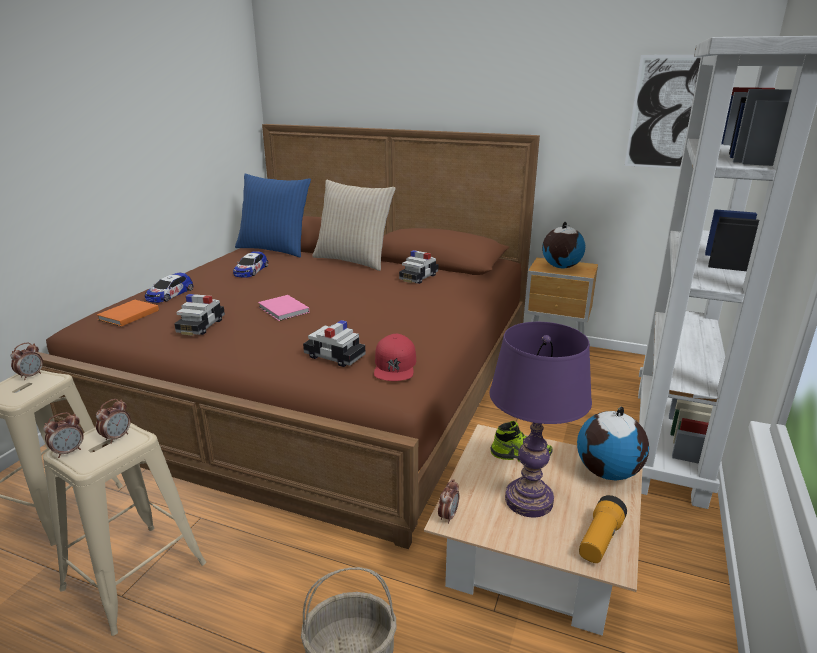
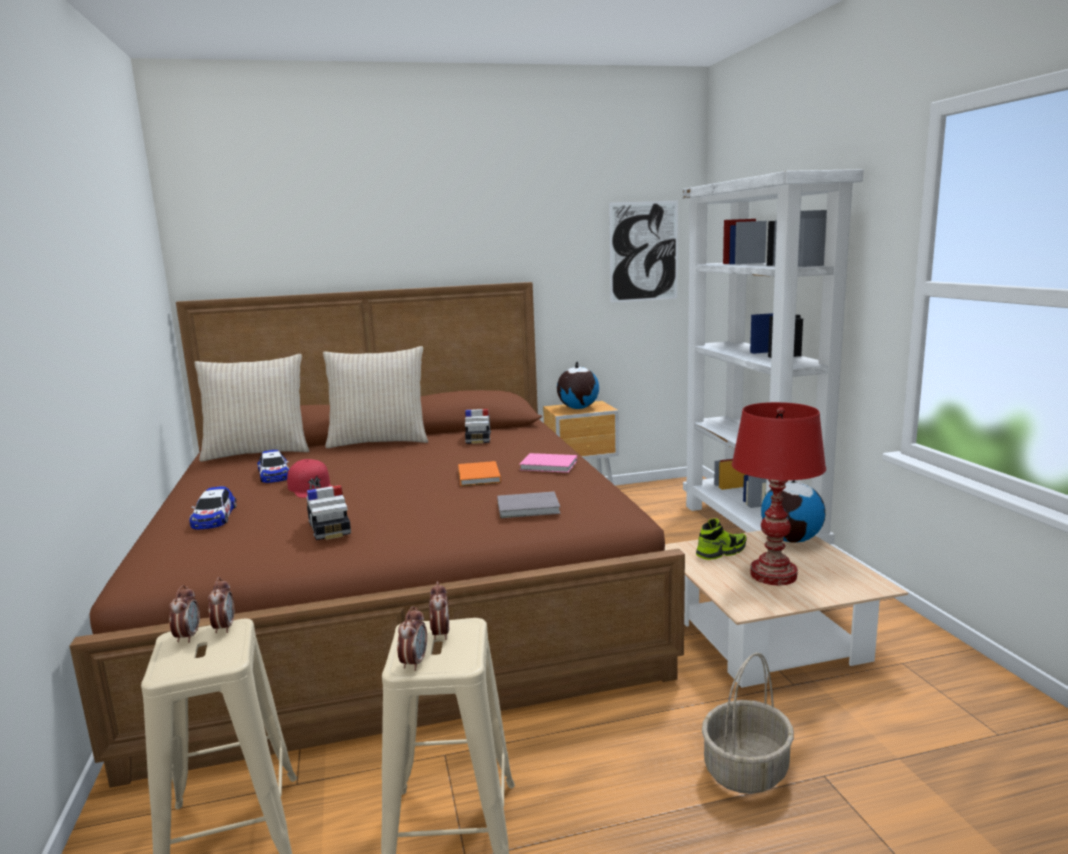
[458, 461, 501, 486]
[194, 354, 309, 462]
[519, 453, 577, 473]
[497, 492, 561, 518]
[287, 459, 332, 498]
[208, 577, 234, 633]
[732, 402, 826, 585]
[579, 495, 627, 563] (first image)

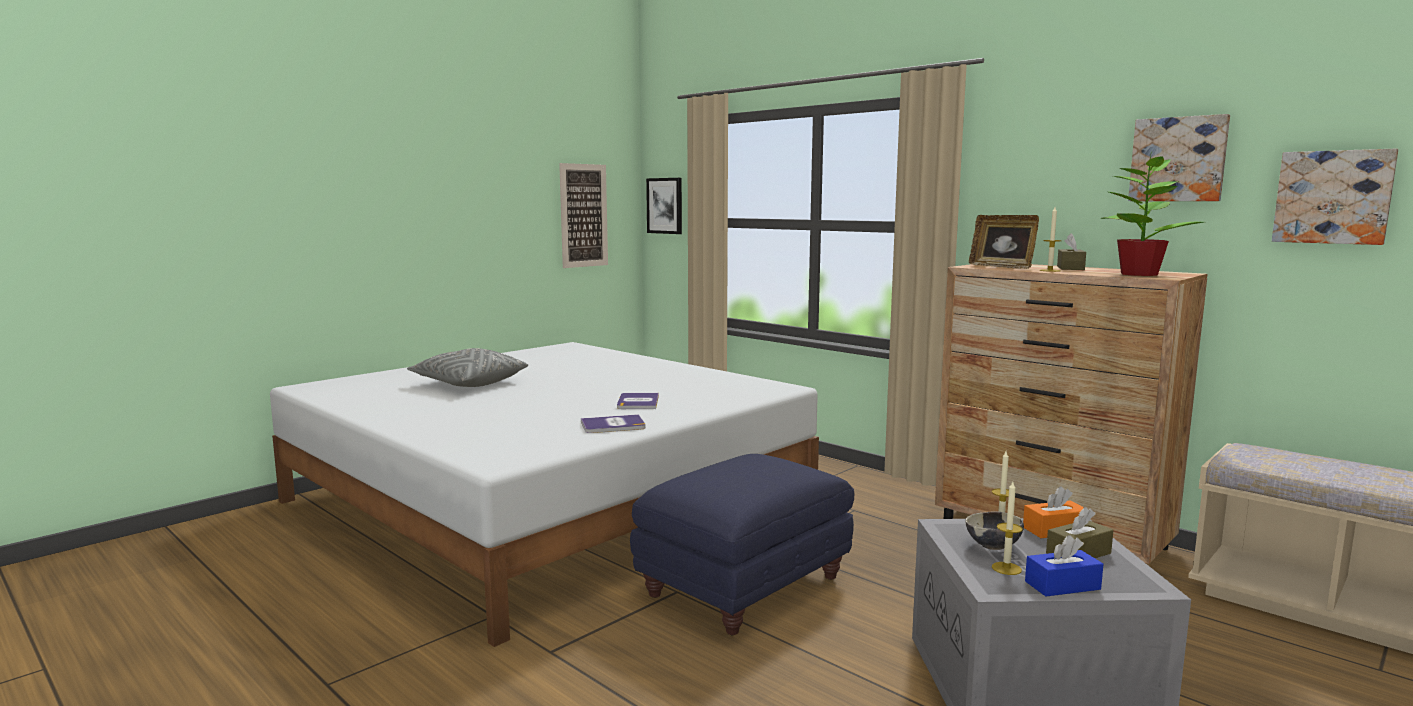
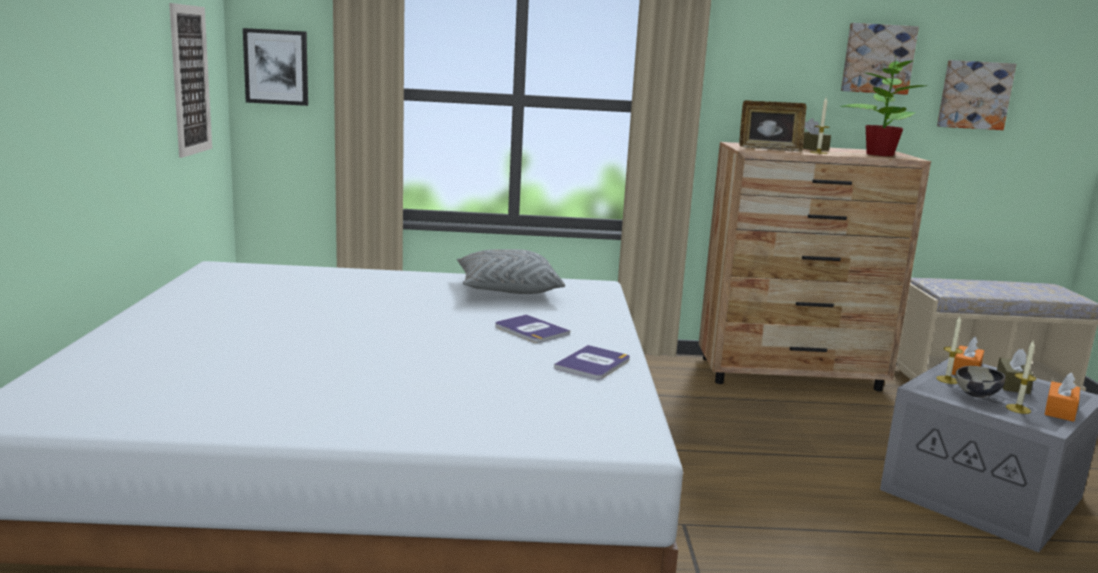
[457, 249, 565, 294]
[630, 454, 854, 635] (first image)
[1045, 372, 1080, 422]

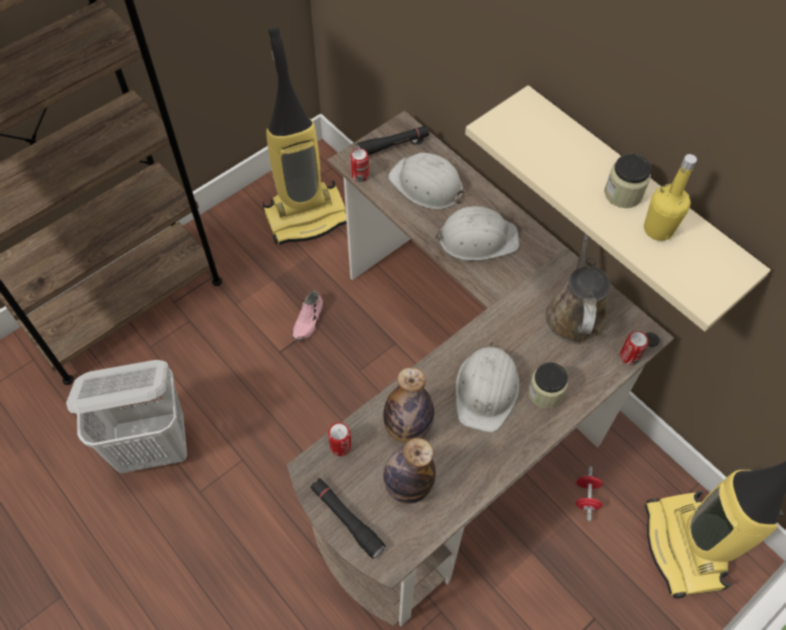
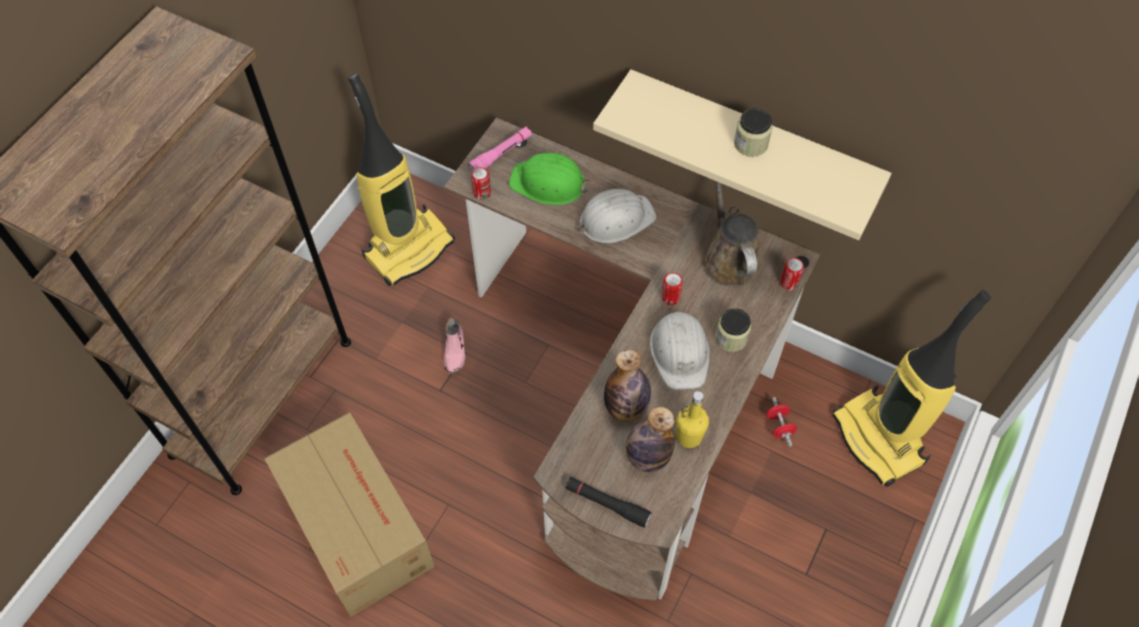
[264, 412, 435, 617]
[661, 272, 683, 305]
[468, 127, 532, 172]
[509, 153, 590, 205]
[676, 391, 709, 448]

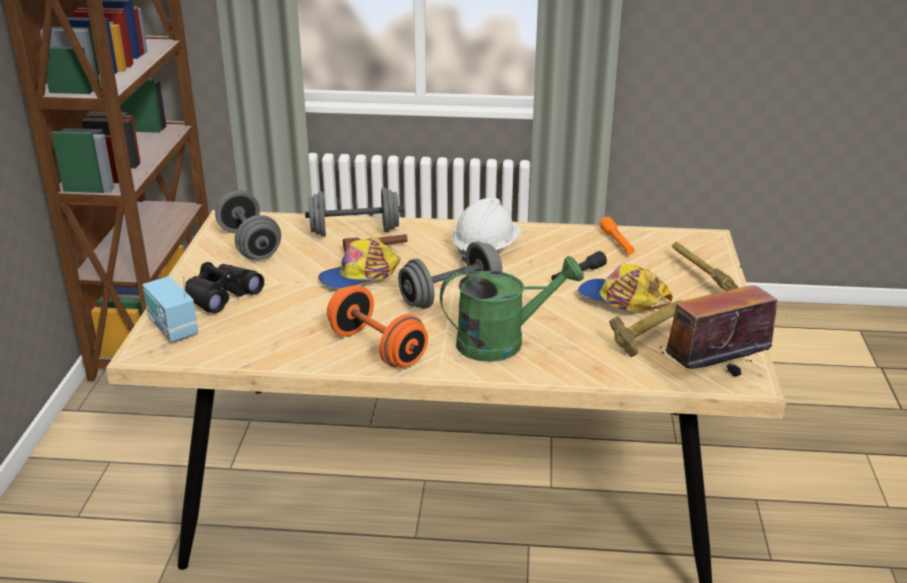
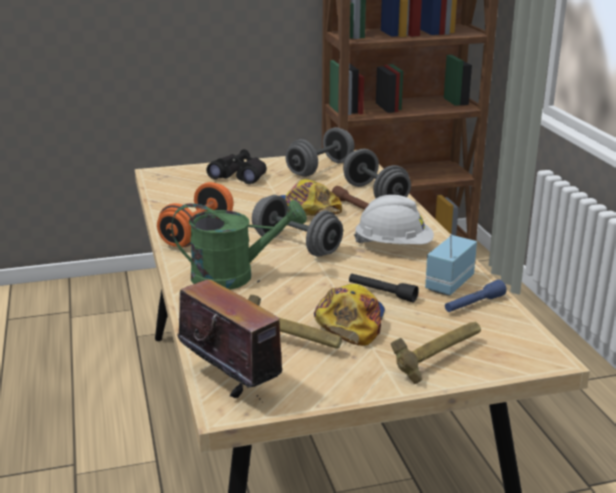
[425, 234, 477, 296]
[171, 200, 307, 290]
[445, 280, 507, 312]

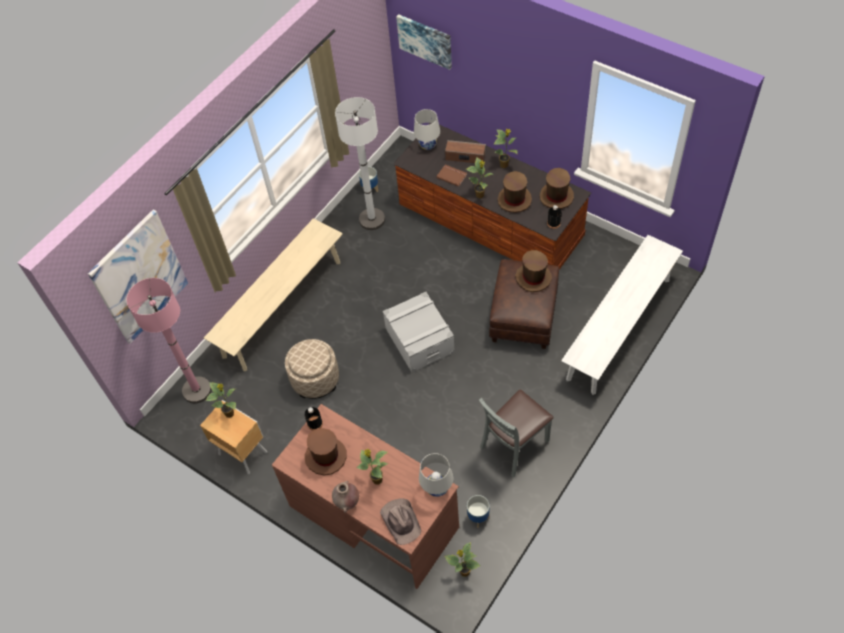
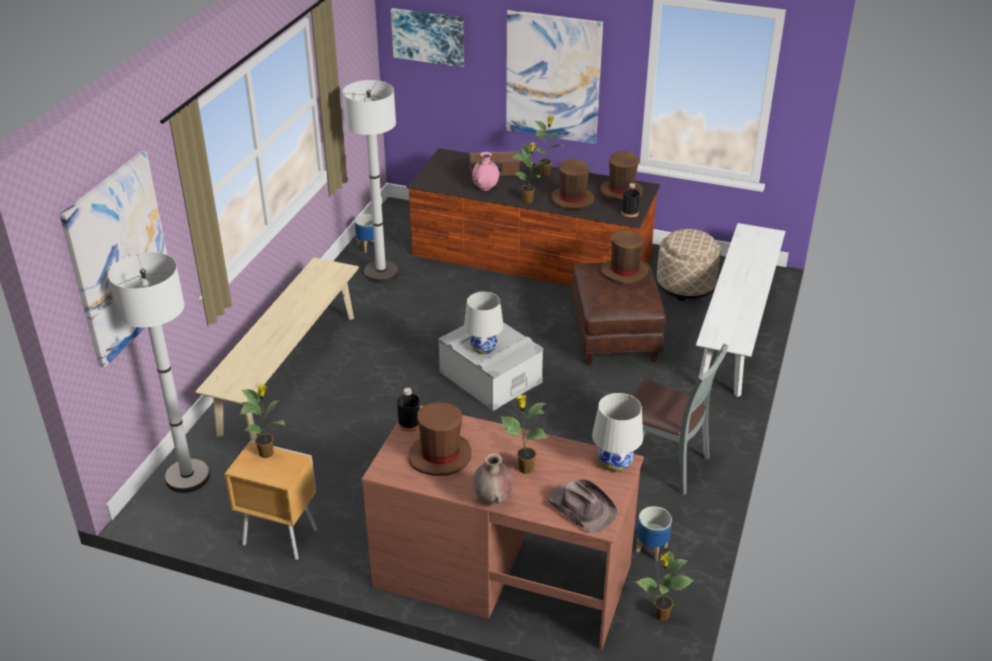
[108, 252, 210, 493]
[657, 229, 721, 301]
[464, 292, 504, 354]
[472, 152, 499, 191]
[631, 344, 728, 495]
[506, 10, 603, 144]

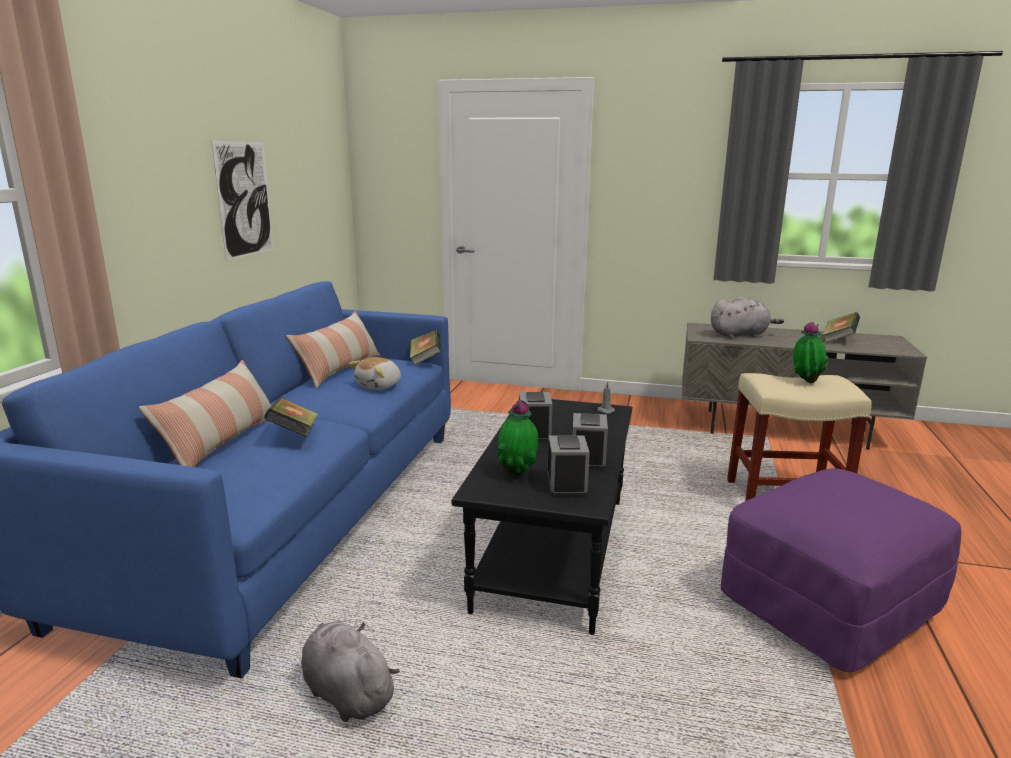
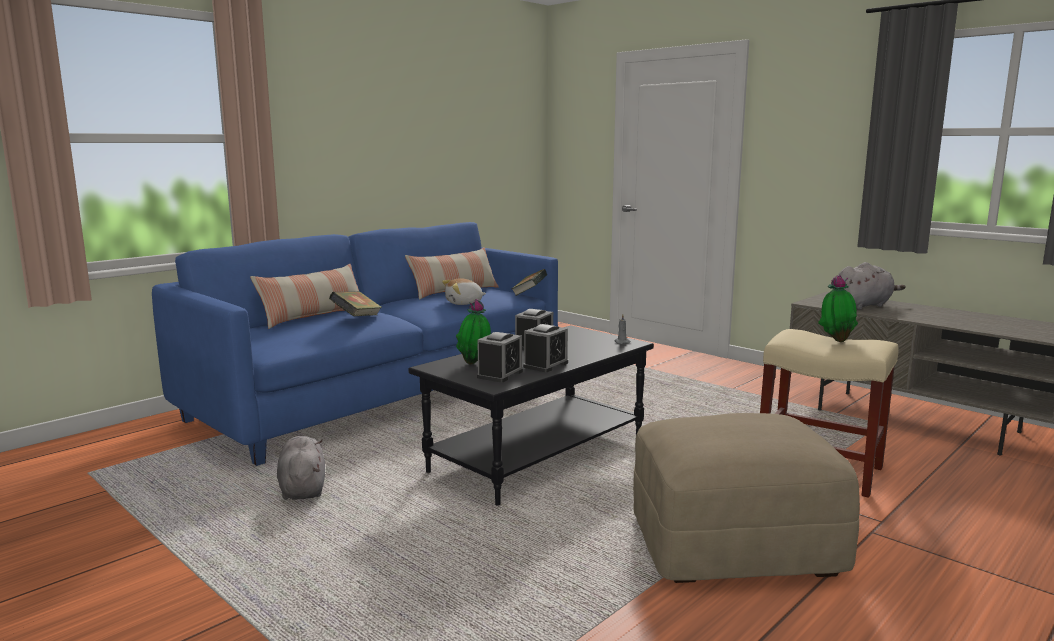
[212, 141, 274, 261] (first image)
[833, 262, 905, 310]
[633, 413, 860, 583]
[822, 312, 860, 343] (first image)

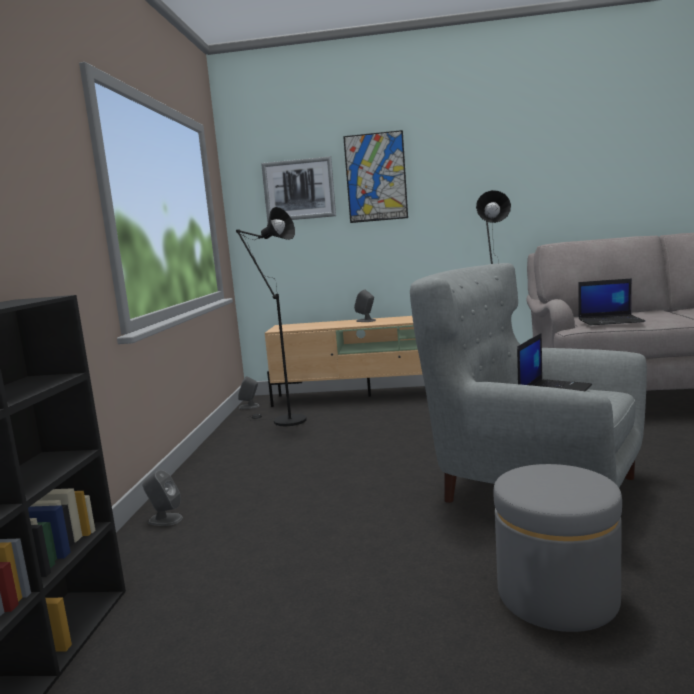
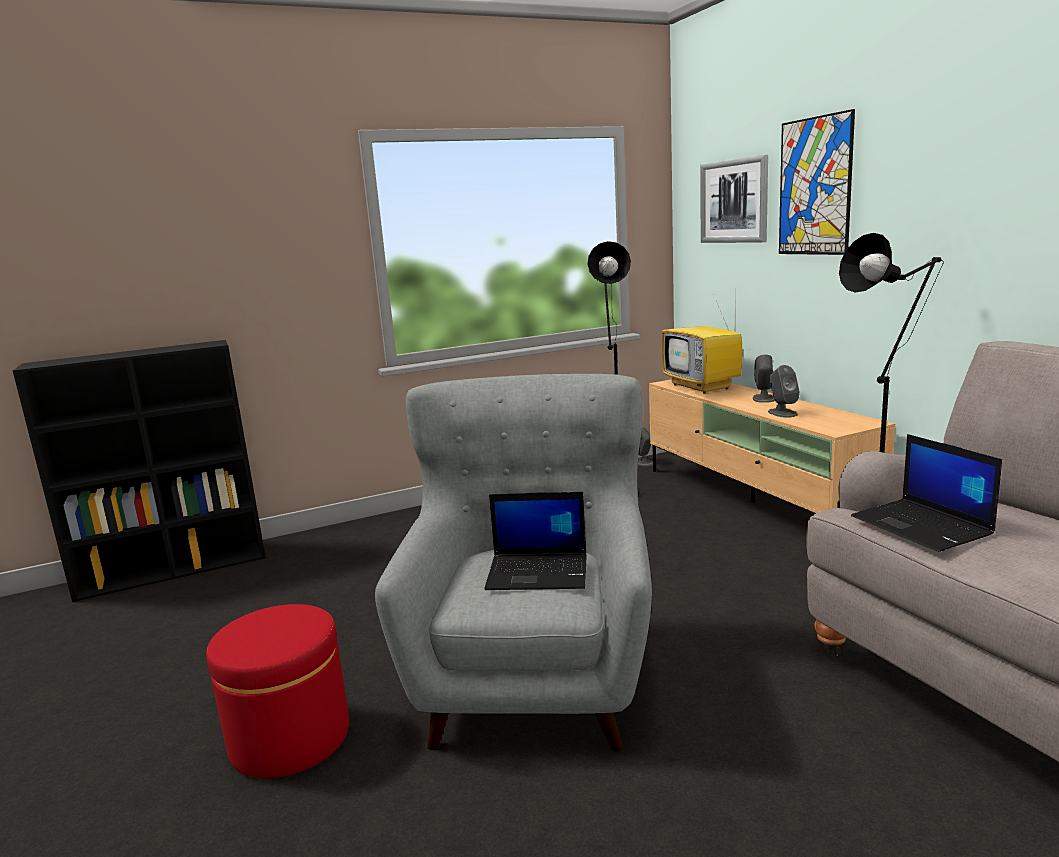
[768, 365, 800, 418]
[206, 604, 349, 779]
[661, 301, 742, 394]

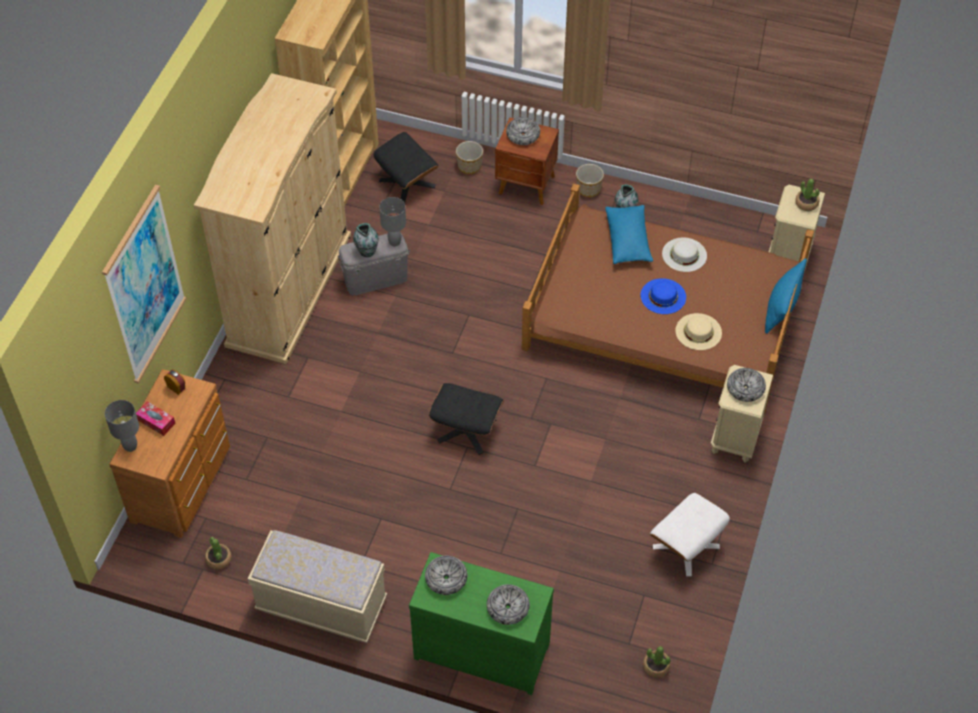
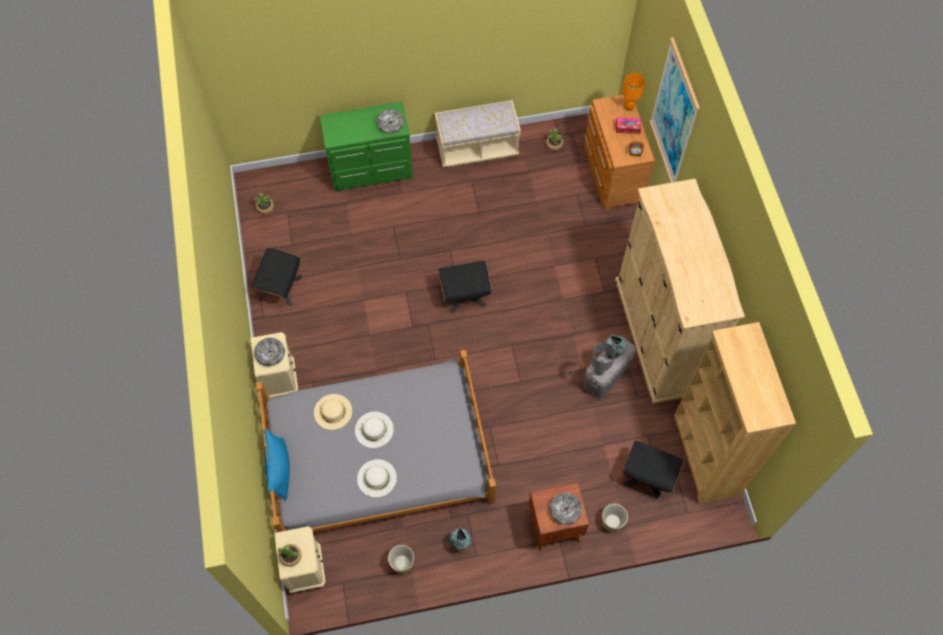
[622, 73, 645, 111]
[487, 584, 530, 625] (first image)
[255, 350, 496, 532]
[388, 545, 414, 574]
[605, 205, 653, 264] (first image)
[355, 412, 394, 448]
[251, 248, 302, 306]

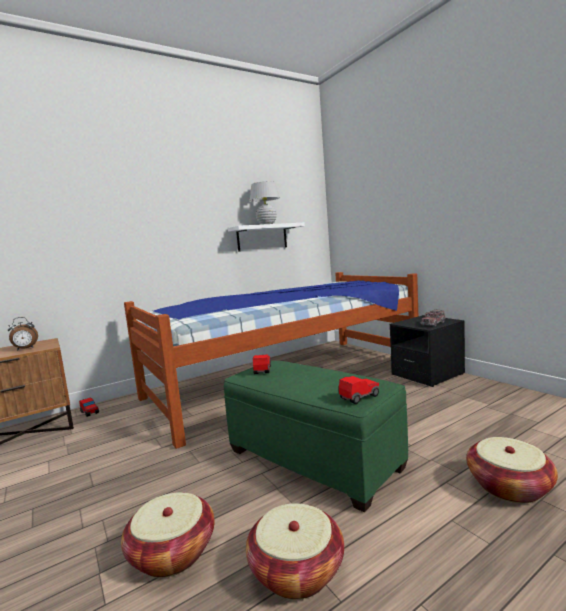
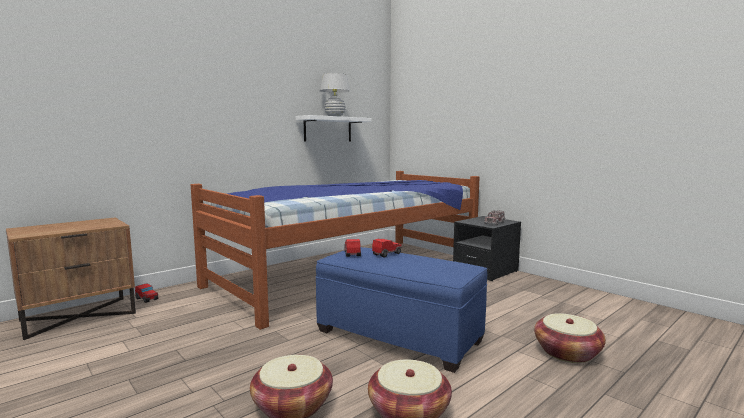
[8, 317, 38, 350] (first image)
[315, 247, 487, 373]
[372, 239, 402, 258]

